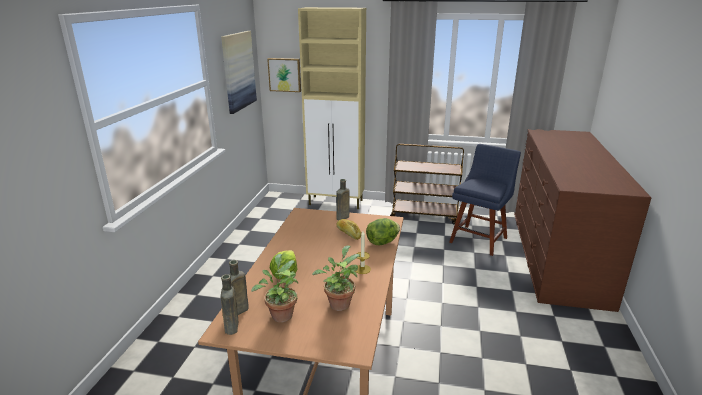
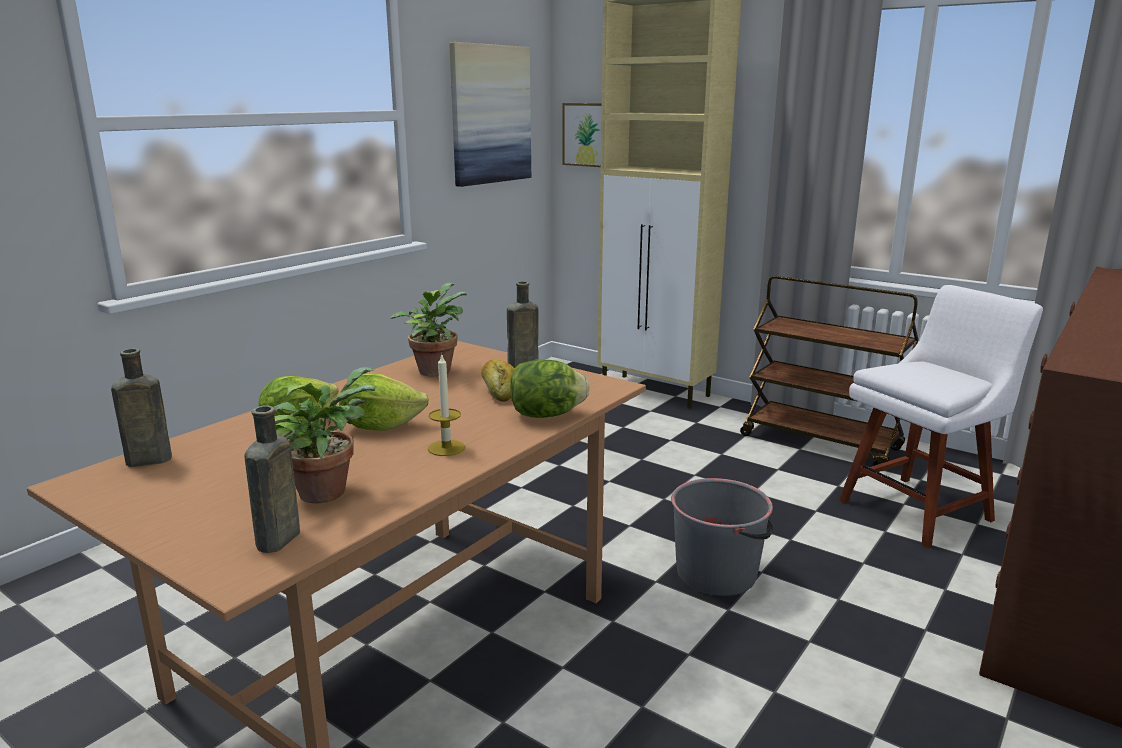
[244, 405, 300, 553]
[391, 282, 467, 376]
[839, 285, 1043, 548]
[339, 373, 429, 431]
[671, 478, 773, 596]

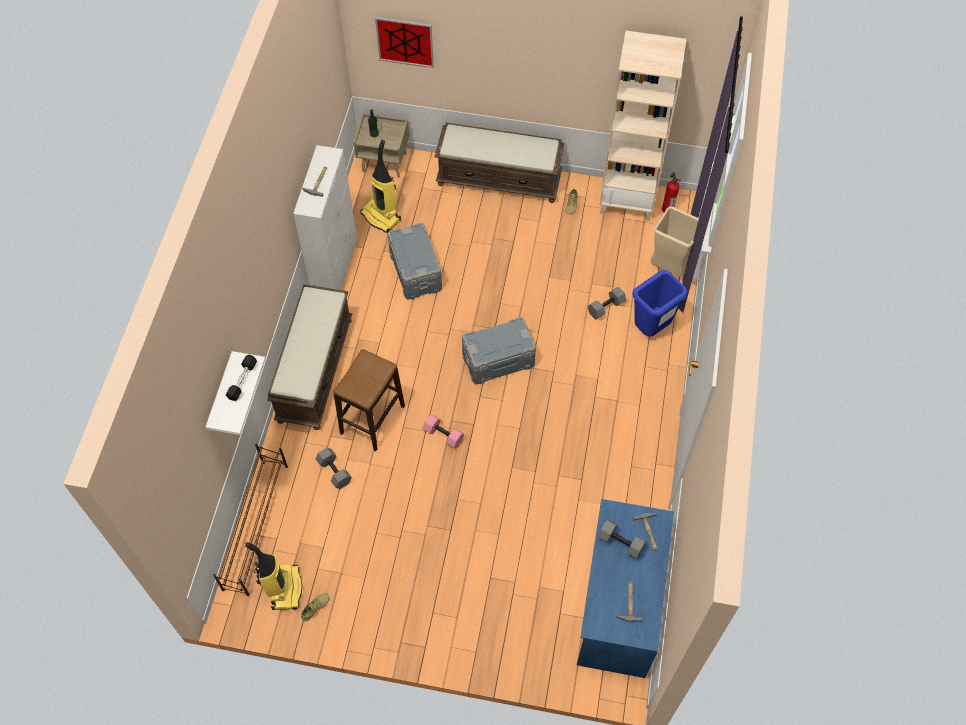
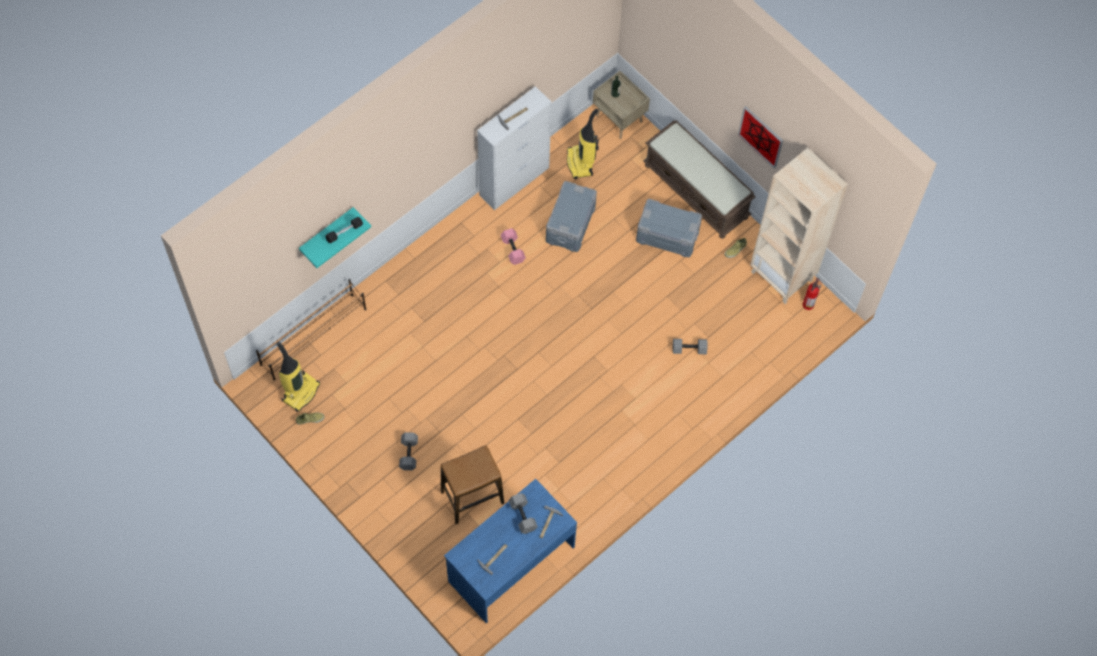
[299, 207, 371, 268]
[267, 284, 353, 430] (first image)
[399, 432, 418, 470]
[441, 445, 504, 524]
[738, 106, 783, 169]
[500, 228, 526, 265]
[636, 199, 702, 257]
[632, 270, 688, 336] (first image)
[651, 206, 699, 277] (first image)

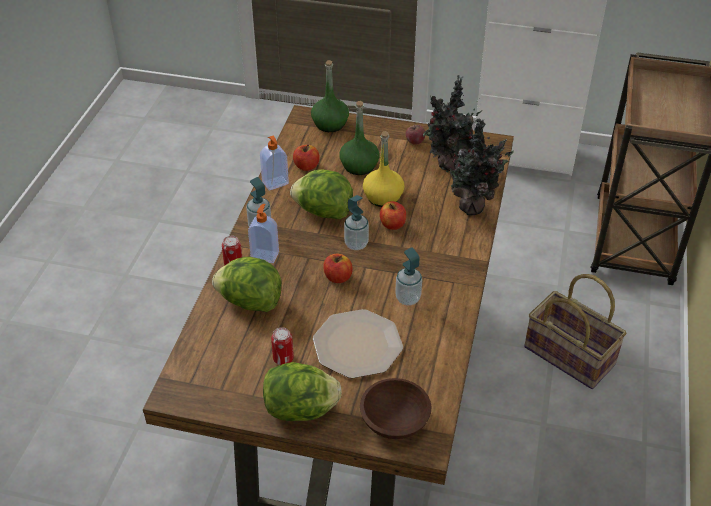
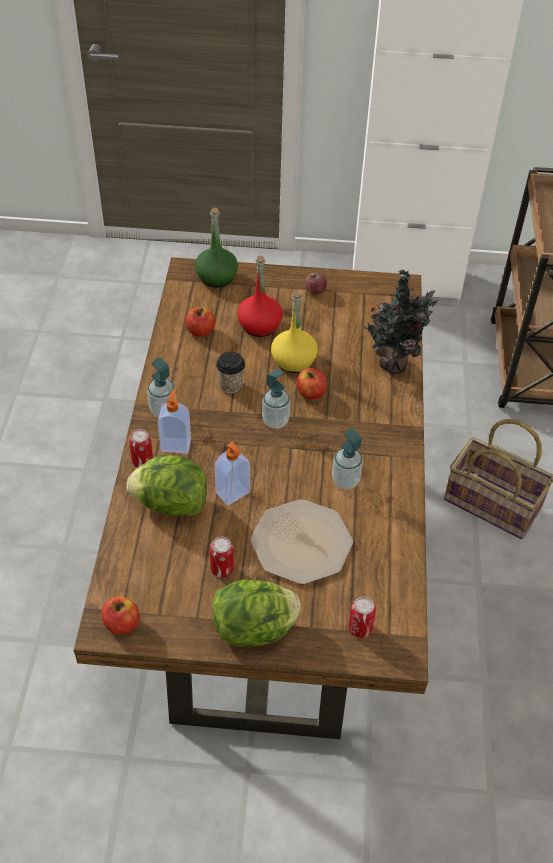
[215, 442, 250, 506]
[216, 351, 245, 393]
[101, 596, 140, 635]
[237, 255, 283, 337]
[348, 596, 376, 638]
[423, 75, 483, 171] (first image)

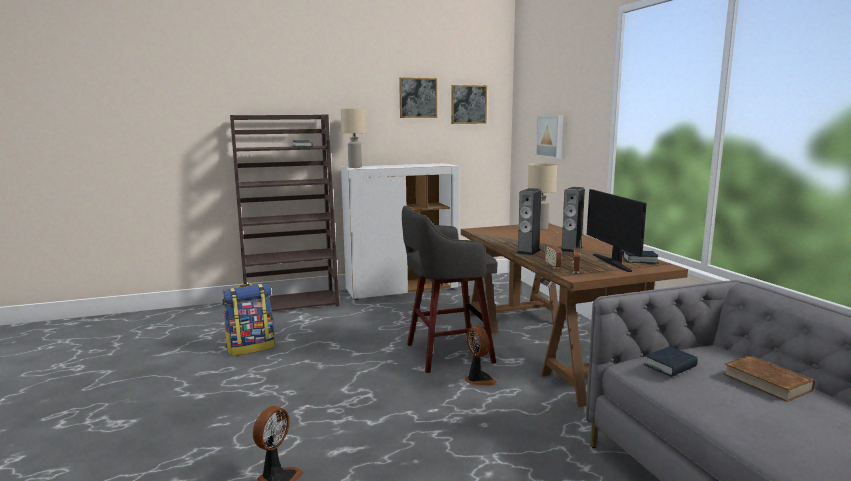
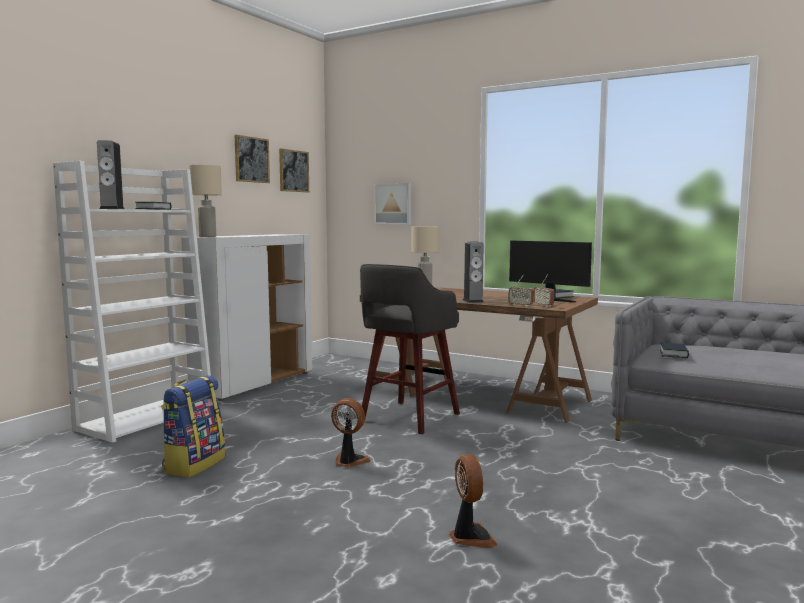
[53, 161, 211, 443]
[331, 398, 371, 467]
[97, 140, 125, 209]
[723, 355, 815, 402] (first image)

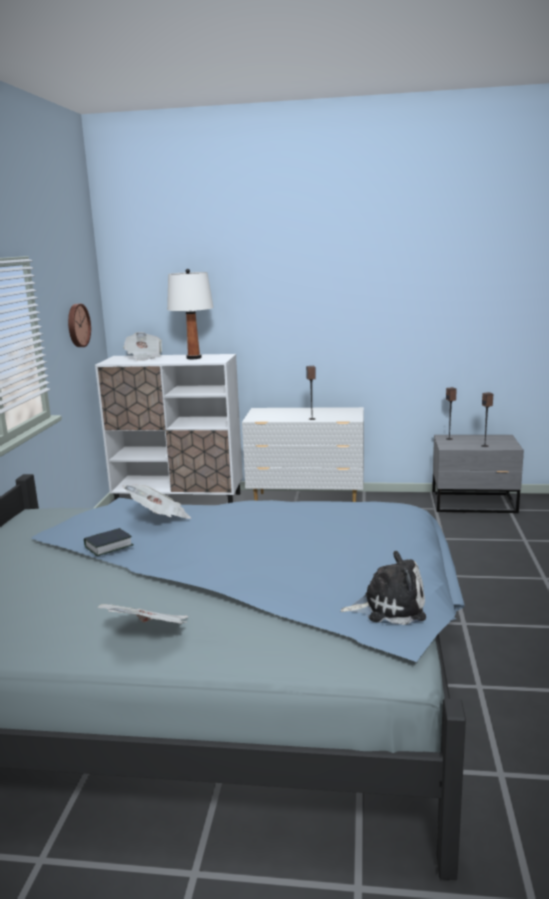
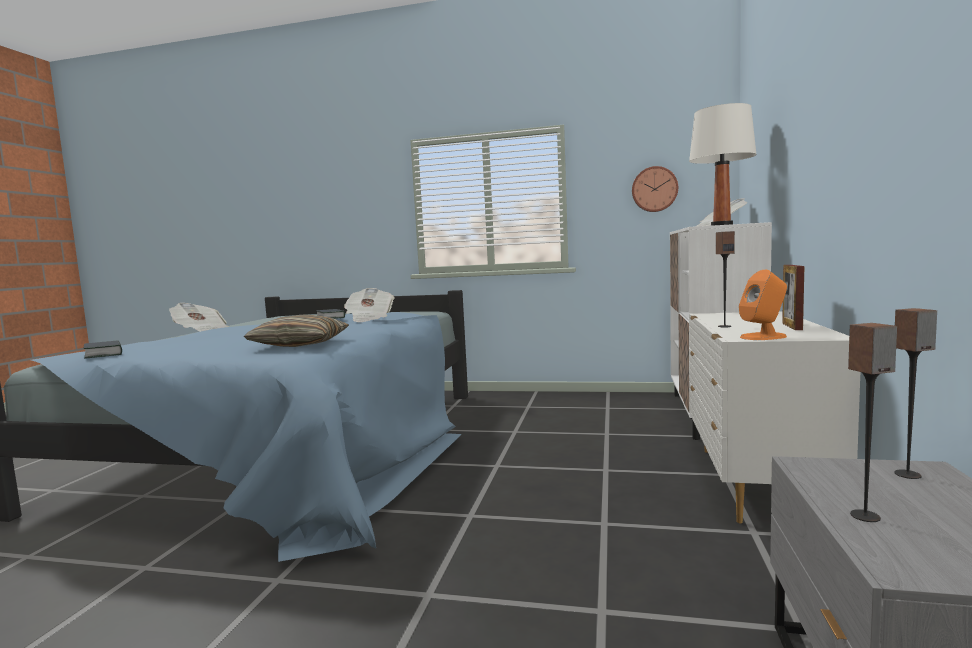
[84, 340, 122, 359]
[244, 315, 349, 347]
[739, 270, 787, 340]
[782, 265, 804, 330]

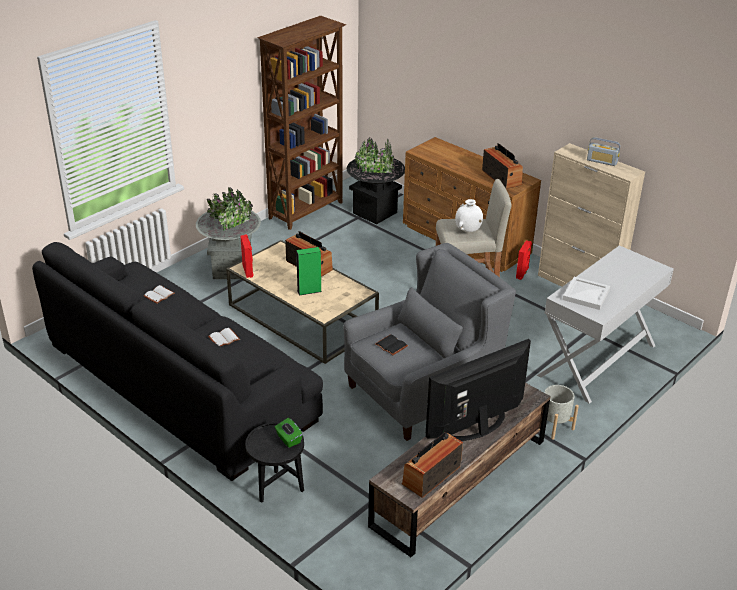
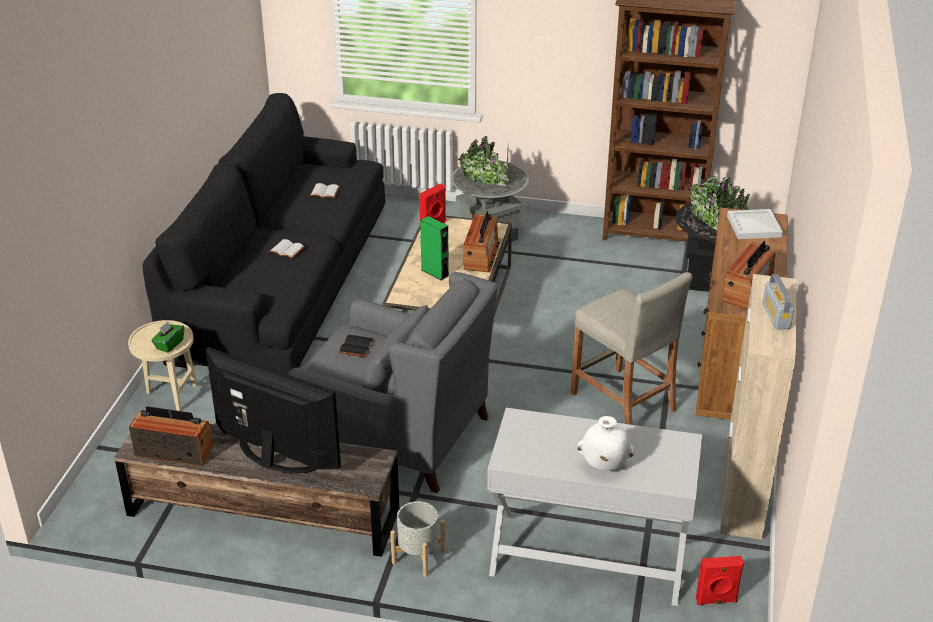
[128, 320, 197, 411]
[577, 416, 635, 470]
[696, 556, 744, 605]
[727, 209, 783, 239]

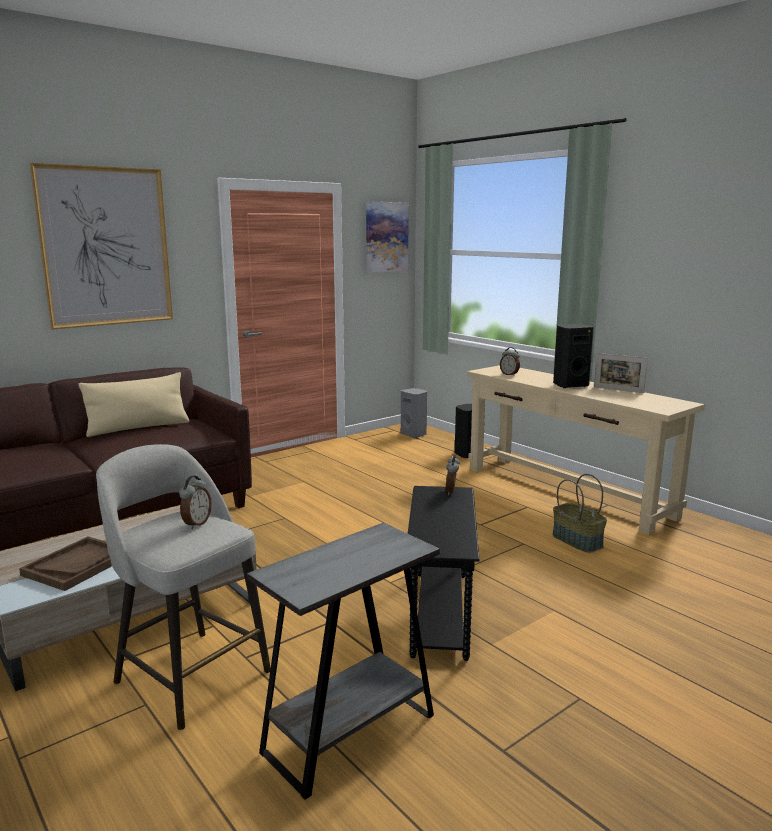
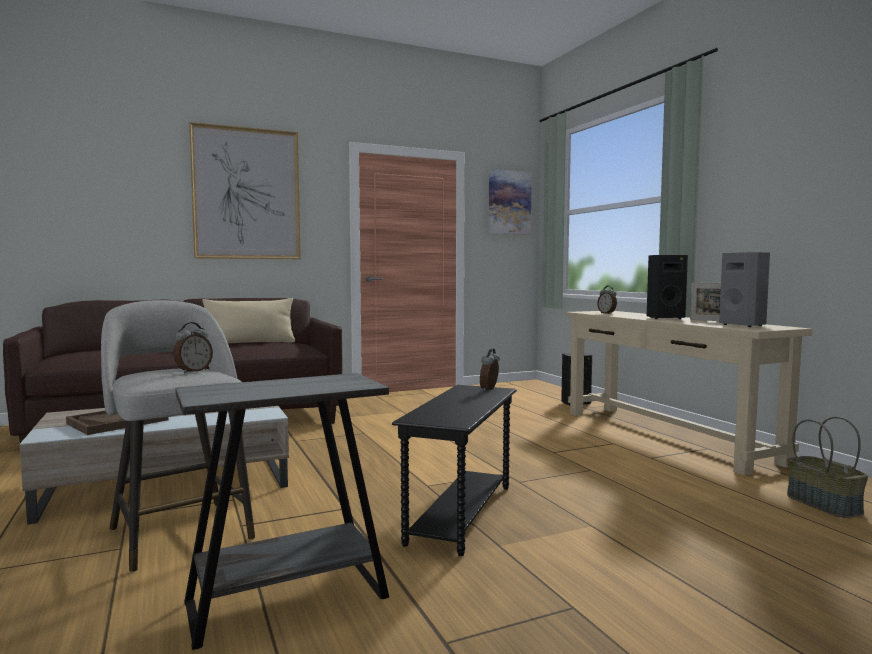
[719, 252, 770, 327]
[787, 416, 868, 518]

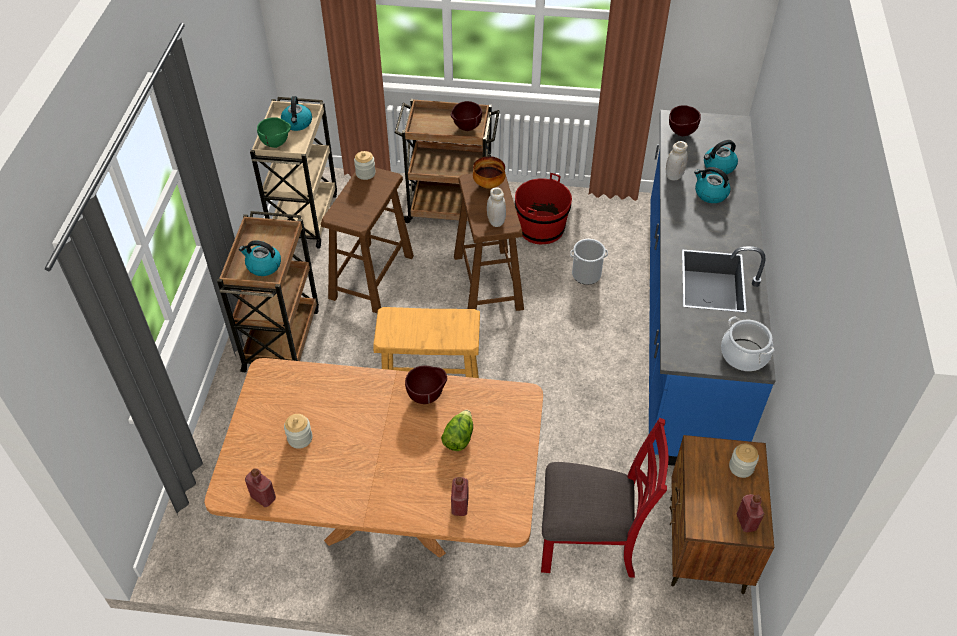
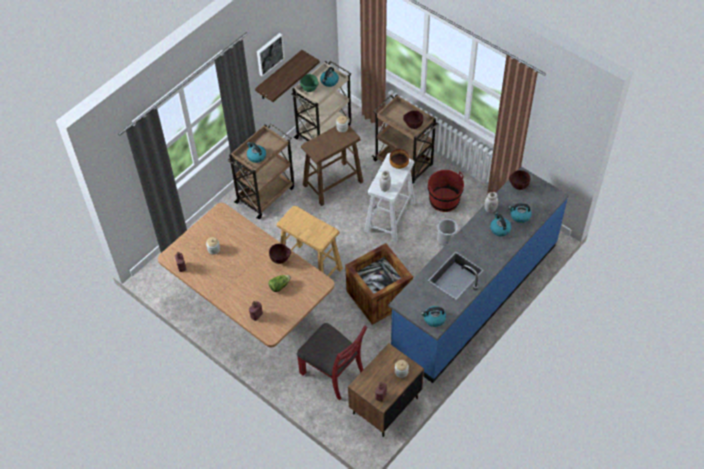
[364, 153, 416, 242]
[421, 306, 446, 327]
[255, 50, 320, 102]
[257, 33, 285, 77]
[345, 243, 413, 325]

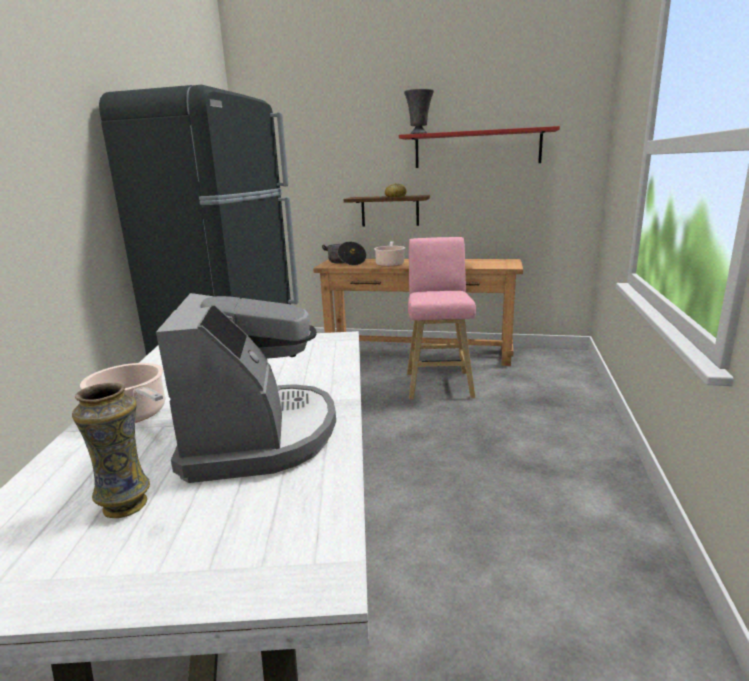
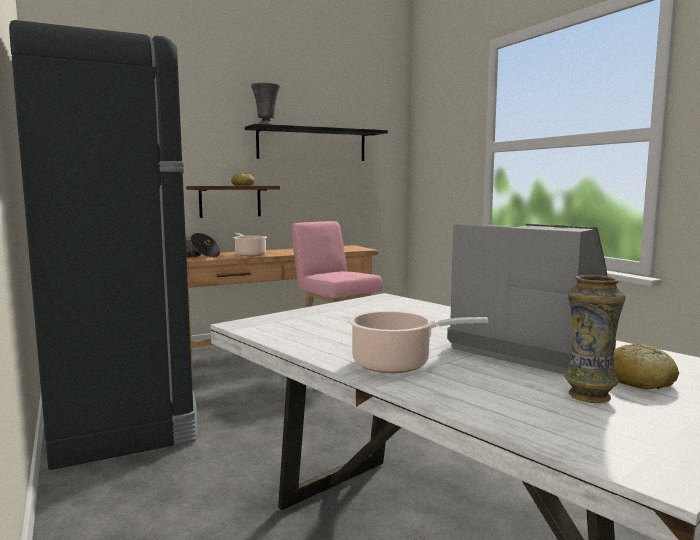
[245, 124, 388, 161]
[614, 343, 679, 389]

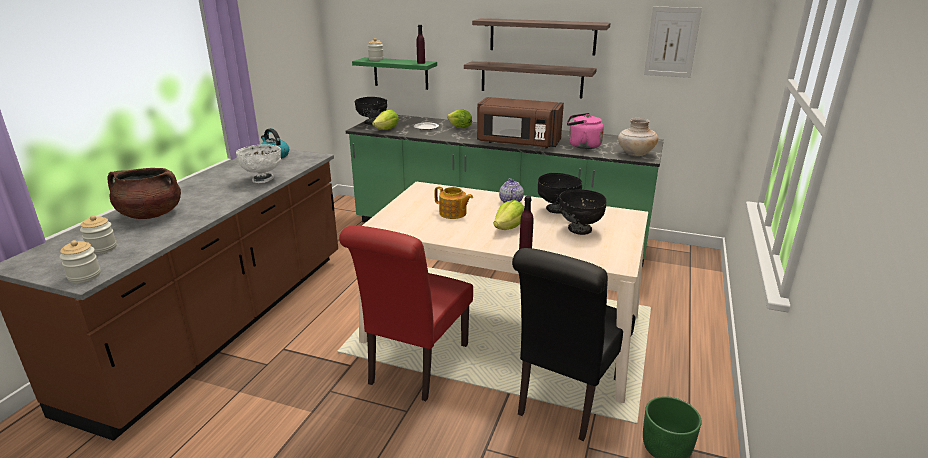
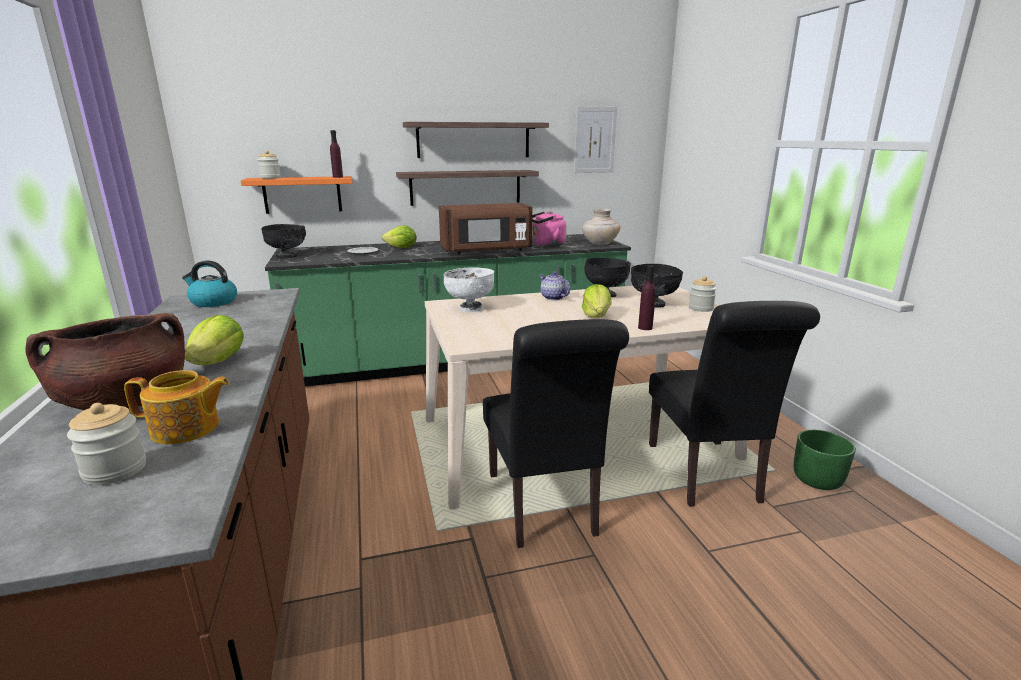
[689, 276, 717, 312]
[443, 267, 494, 312]
[483, 319, 629, 548]
[241, 176, 352, 214]
[185, 315, 244, 365]
[124, 370, 230, 444]

